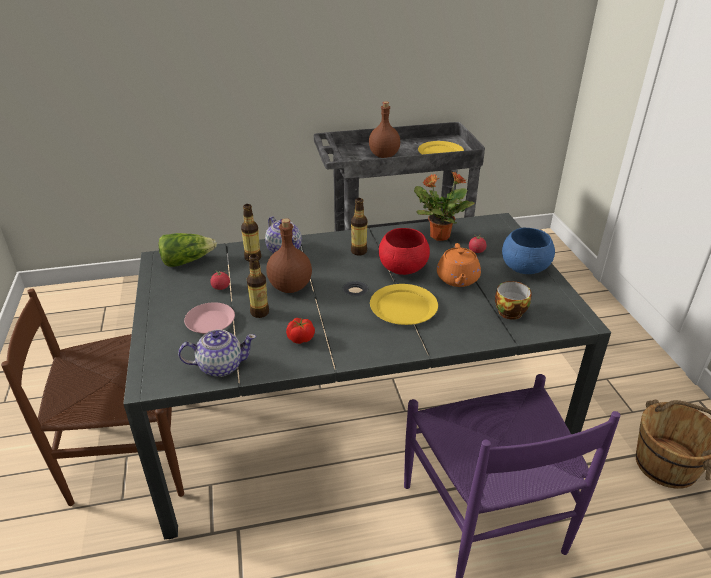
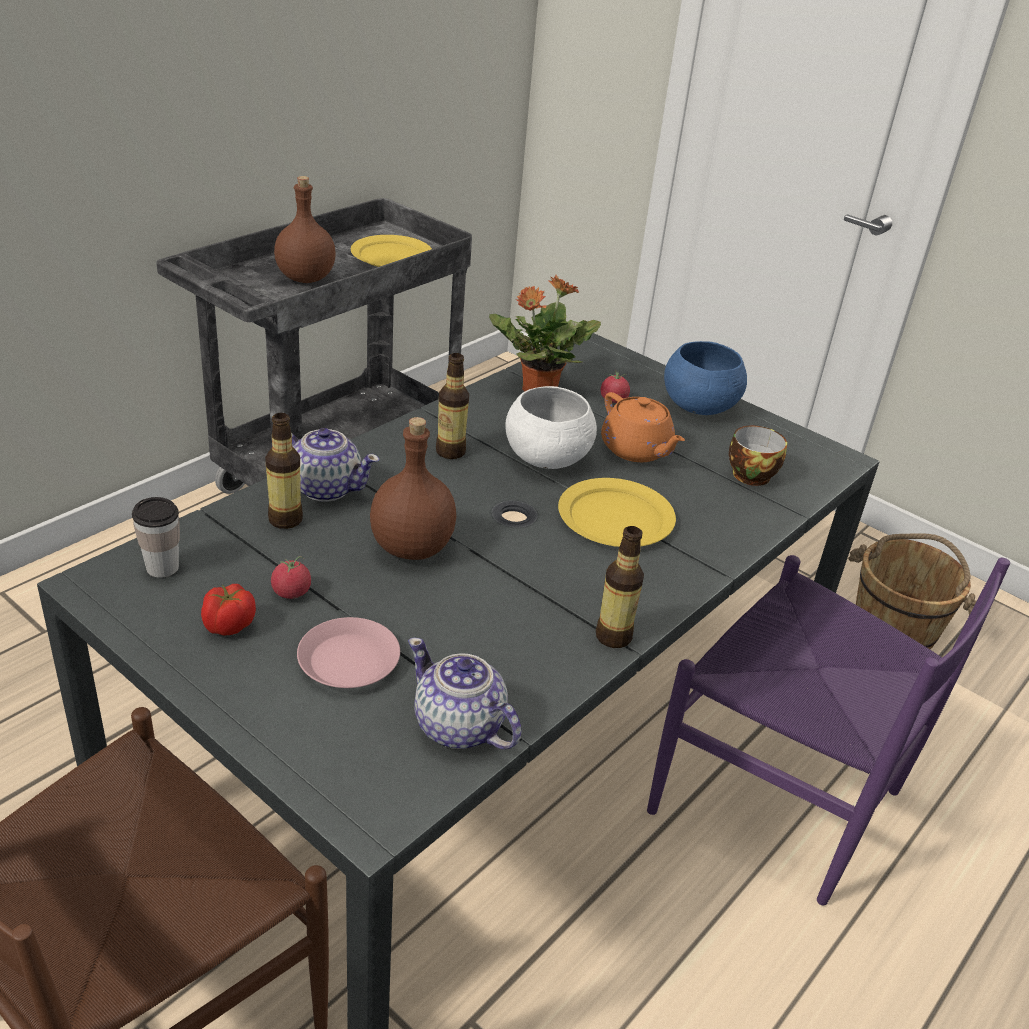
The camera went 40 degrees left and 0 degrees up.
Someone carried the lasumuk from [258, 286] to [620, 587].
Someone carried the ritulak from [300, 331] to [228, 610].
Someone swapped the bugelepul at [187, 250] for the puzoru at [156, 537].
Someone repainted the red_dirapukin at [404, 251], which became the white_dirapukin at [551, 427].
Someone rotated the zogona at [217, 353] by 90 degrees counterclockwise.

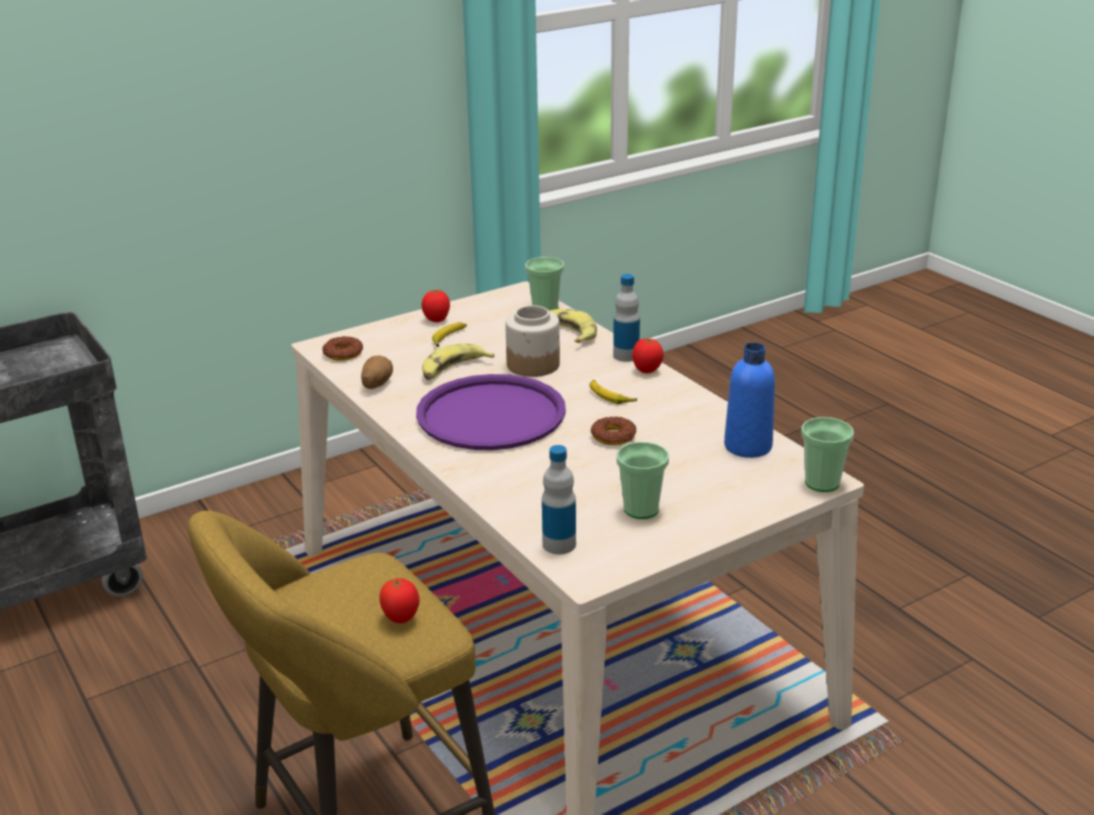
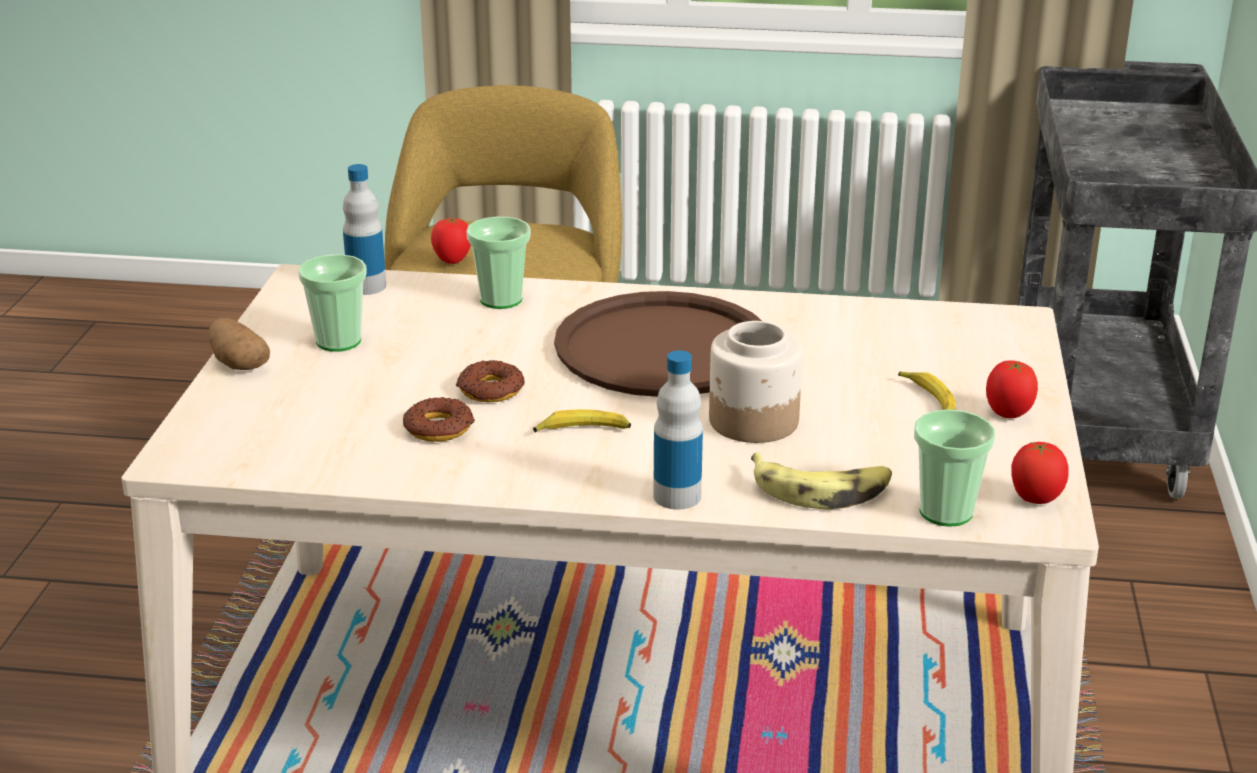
The camera went 130 degrees right and 0 degrees up.
Someone took away the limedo at [458, 362].
Someone took away the blue_lasumuk at [749, 400].
Someone carried the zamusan from [342, 348] to [439, 419].
Someone carried the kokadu from [377, 372] to [239, 344].
Someone carried the ritulak from [648, 355] to [1040, 472].
Someone carried the puzoru from [827, 454] to [498, 263].
Someone repainted the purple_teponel at [491, 412], which became the brown_teponel at [658, 344].

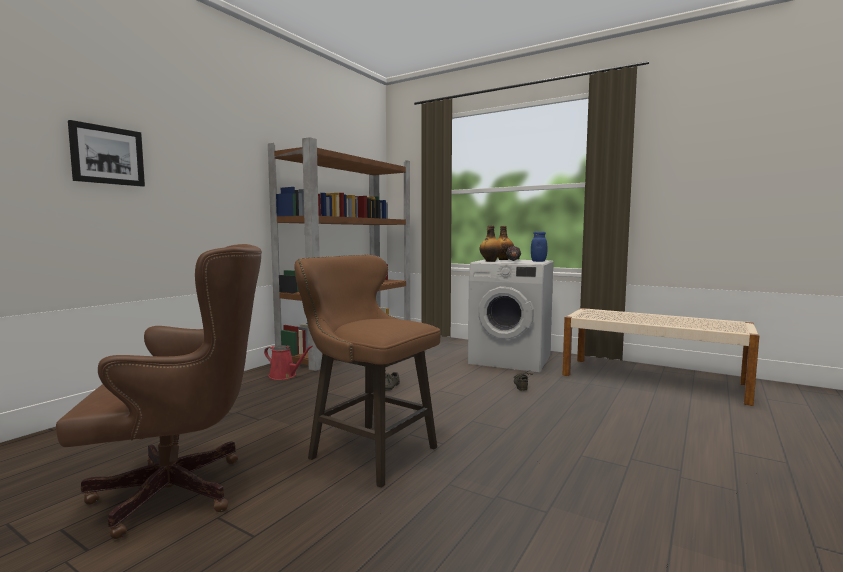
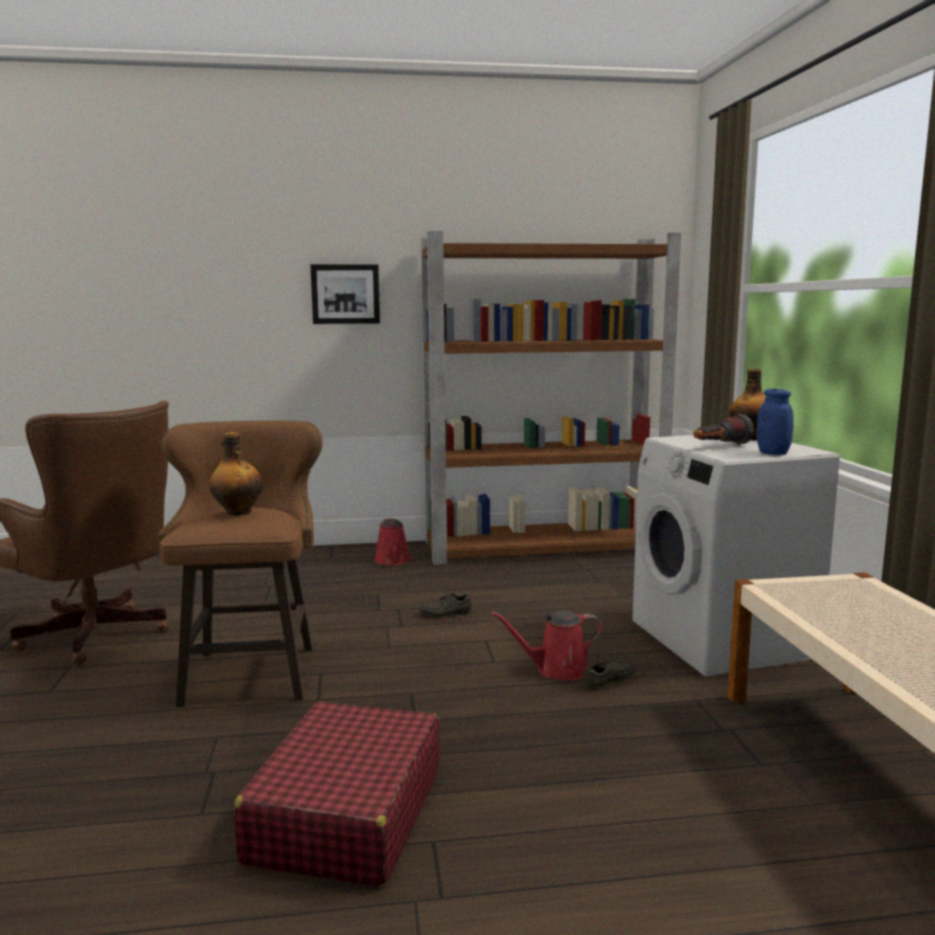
The camera went 50 degrees right and 5 degrees up.
Someone put down the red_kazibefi at [337, 794].
Someone put down the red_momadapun at [547, 645].
Someone carried the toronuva from [106, 153] to [345, 294].
Someone carried the lasumuk from [490, 243] to [236, 473].

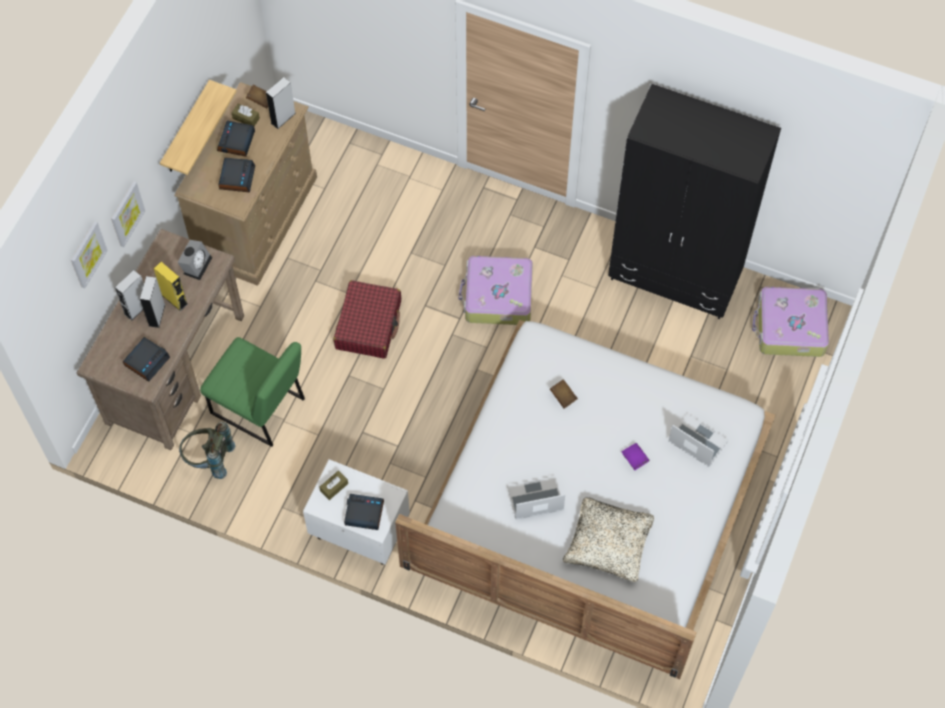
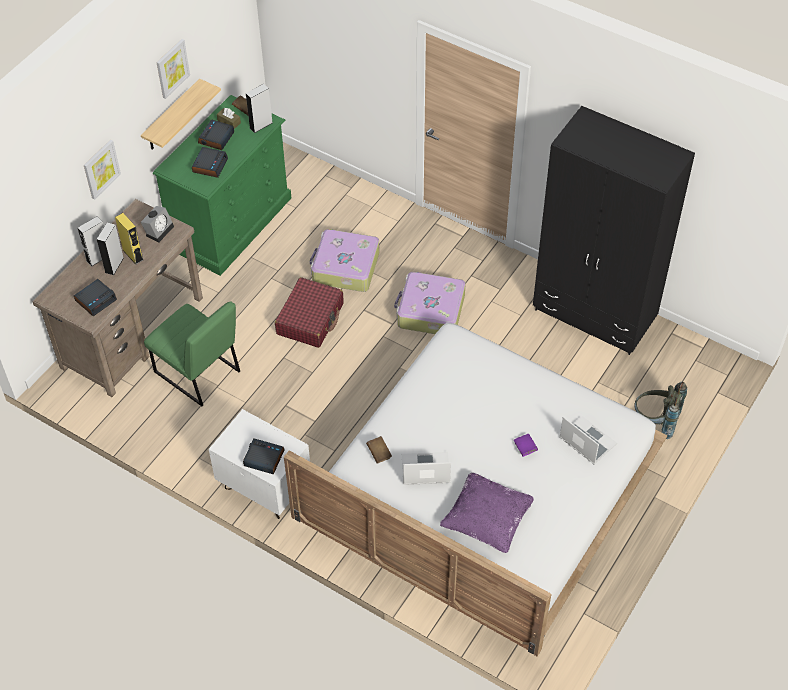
The camera went 10 degrees right and 10 degrees down.
Someone took away the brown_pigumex at [333, 485].
Someone carried the toronuva from [89, 255] to [173, 69].
Someone carried the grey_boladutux from [207, 450] to [660, 410].
Someone carried the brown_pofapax from [564, 394] to [379, 450].
Someone carried the kazibefi from [790, 322] to [344, 260].
Someone repainted the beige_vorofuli at [245, 184], which became the green_vorofuli at [222, 185].
Someone repainted the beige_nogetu at [608, 539], which became the purple_nogetu at [487, 513].

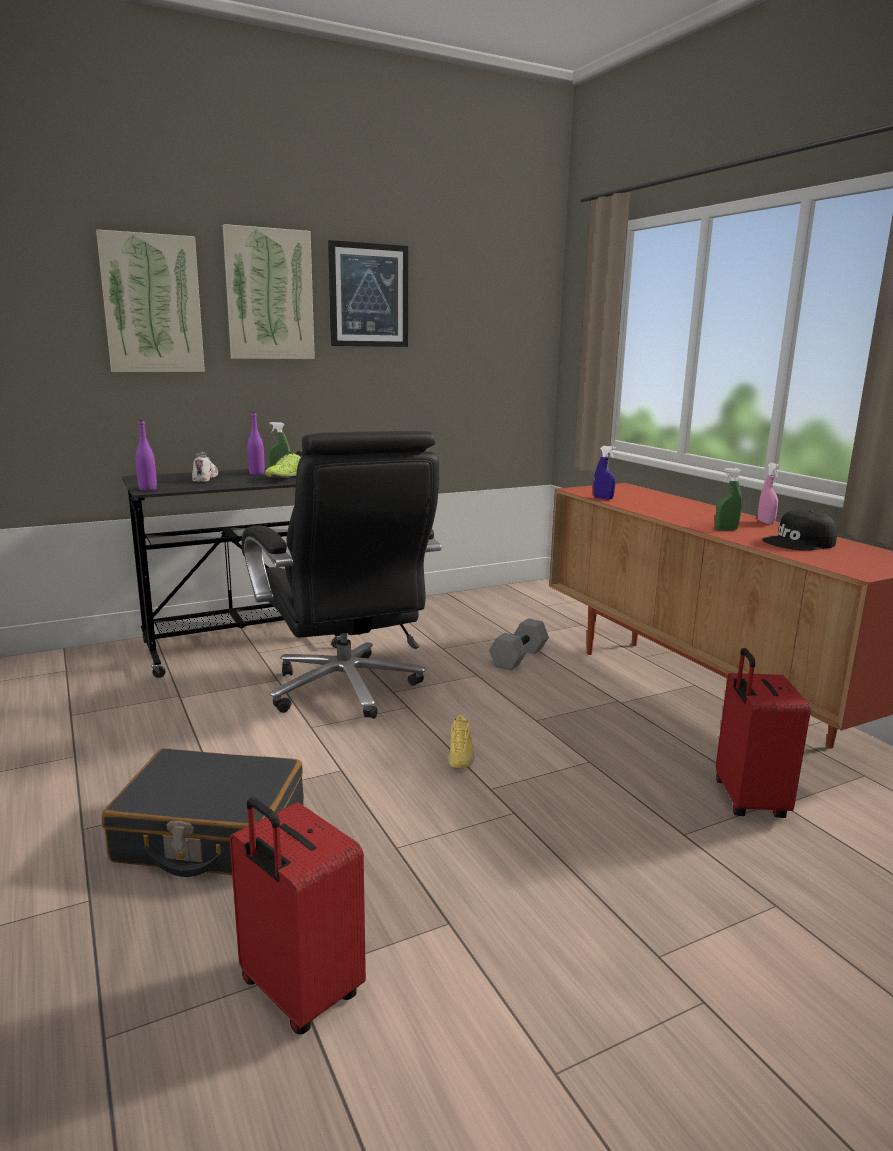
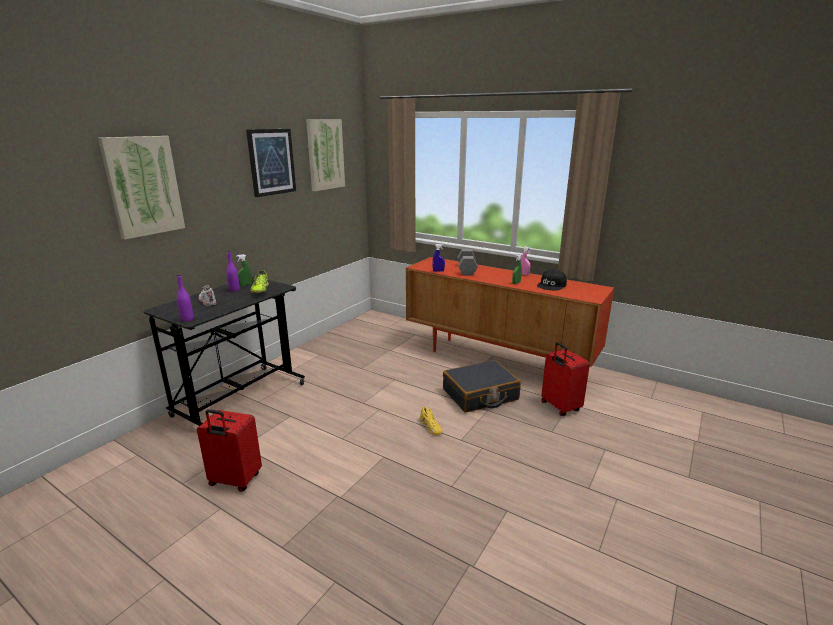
The camera went 30 degrees left and 5 degrees up.
Someone took away the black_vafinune at [341, 575].
Someone carried the black_kazibefi from [203, 812] to [482, 386].
Someone carried the toronuva from [269, 291] to [325, 155].
Someone carried the red_kazibefi from [297, 915] to [229, 450].
Someone carried the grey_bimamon from [519, 644] to [468, 262].

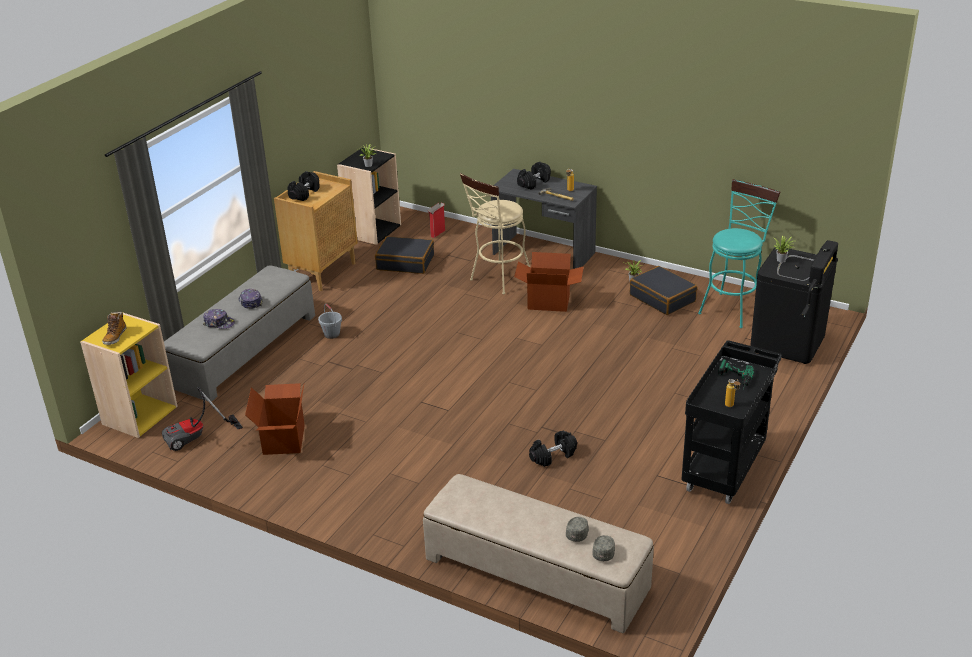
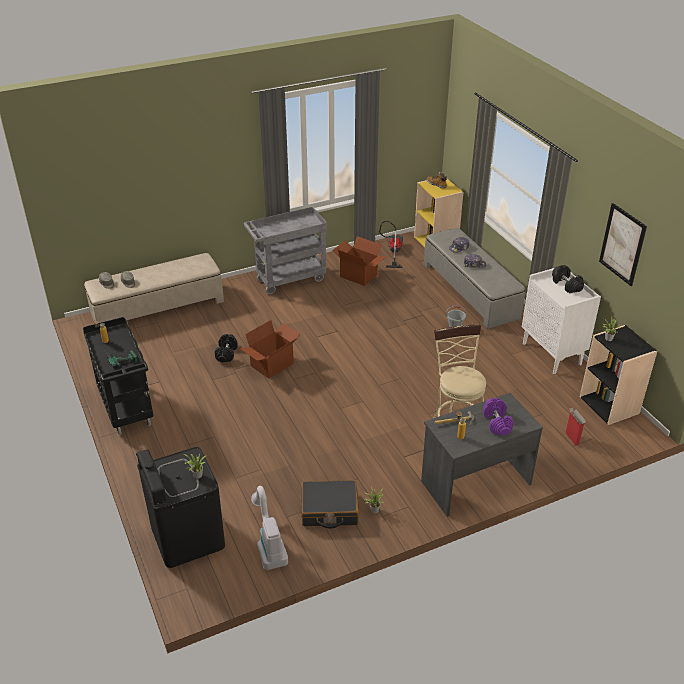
The camera went 125 degrees right and 5 degrees up.
Someone took away the black_kazibefi at [404, 255].
Someone put down the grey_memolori at [285, 250].
Someone put up the toronuva at [623, 244].
Someone carried the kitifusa from [549, 282] to [270, 349].
Someone swapped the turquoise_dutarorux at [739, 253] for the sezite at [269, 528].
Someone repainted the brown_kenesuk at [316, 231], which became the white_kenesuk at [561, 321].
Someone repainted the black_bimamon at [534, 176], which became the purple_bimamon at [498, 416].

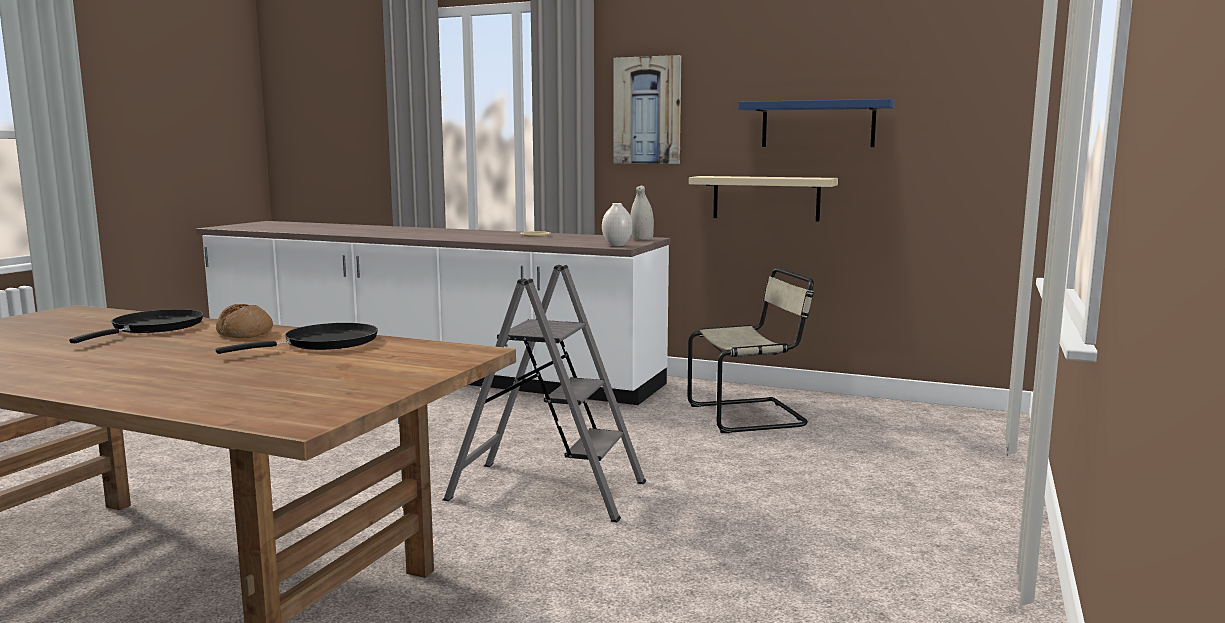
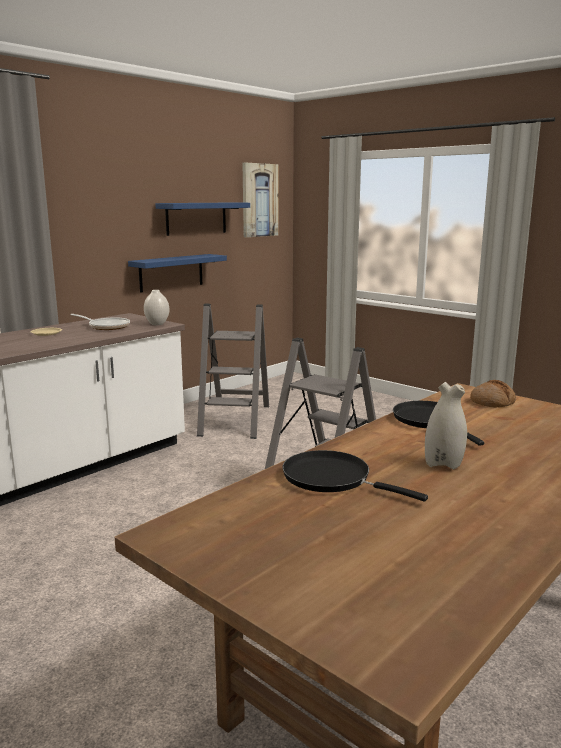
The camera went 70 degrees left and 5 degrees up.
Someone put down the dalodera at [100, 322].
Someone carried the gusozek from [244, 321] to [493, 393].
Someone carried the toronuva from [647, 109] to [260, 200].
Someone carried the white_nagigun from [642, 213] to [446, 426].
Someone swapped the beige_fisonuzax at [750, 350] for the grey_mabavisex at [233, 371].
Someone repainted the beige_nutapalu at [763, 199], which became the blue_nutapalu at [177, 273].

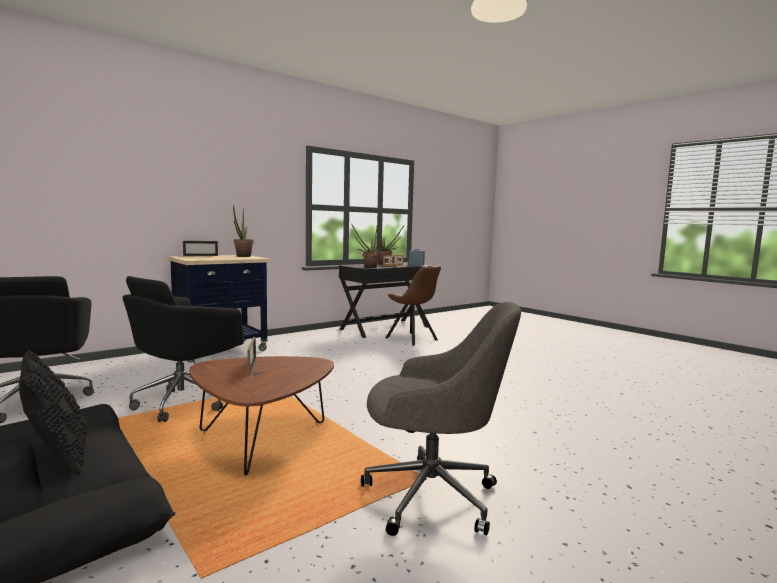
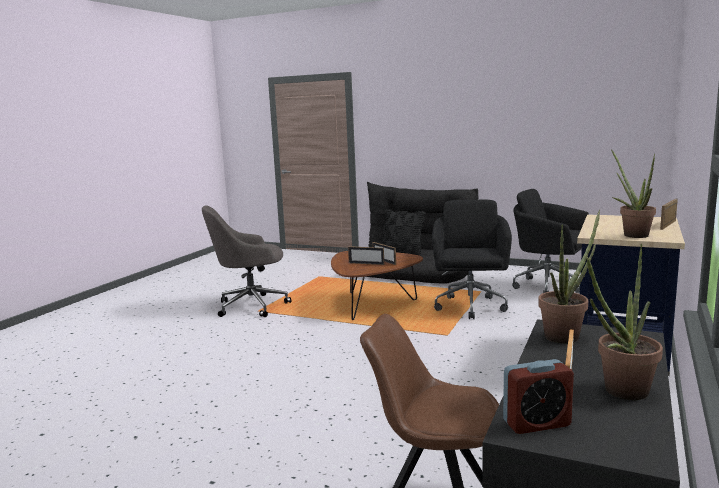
The camera went 155 degrees right and 5 degrees up.
Someone put down the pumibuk at [366, 255].

